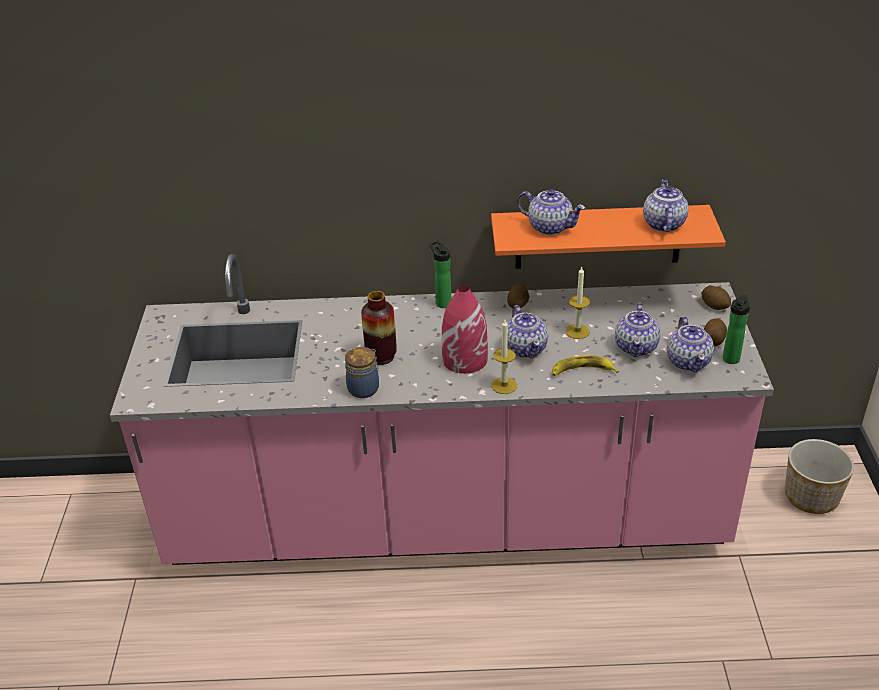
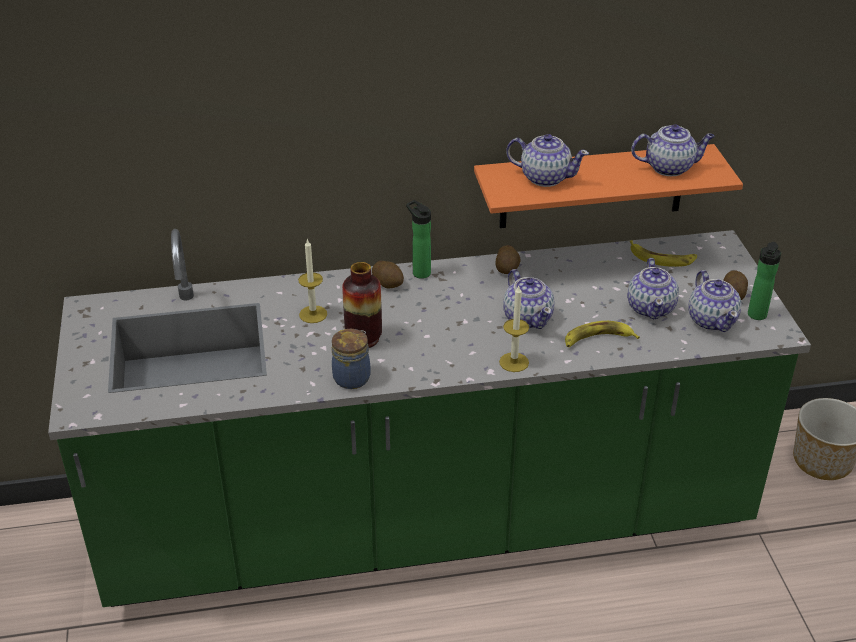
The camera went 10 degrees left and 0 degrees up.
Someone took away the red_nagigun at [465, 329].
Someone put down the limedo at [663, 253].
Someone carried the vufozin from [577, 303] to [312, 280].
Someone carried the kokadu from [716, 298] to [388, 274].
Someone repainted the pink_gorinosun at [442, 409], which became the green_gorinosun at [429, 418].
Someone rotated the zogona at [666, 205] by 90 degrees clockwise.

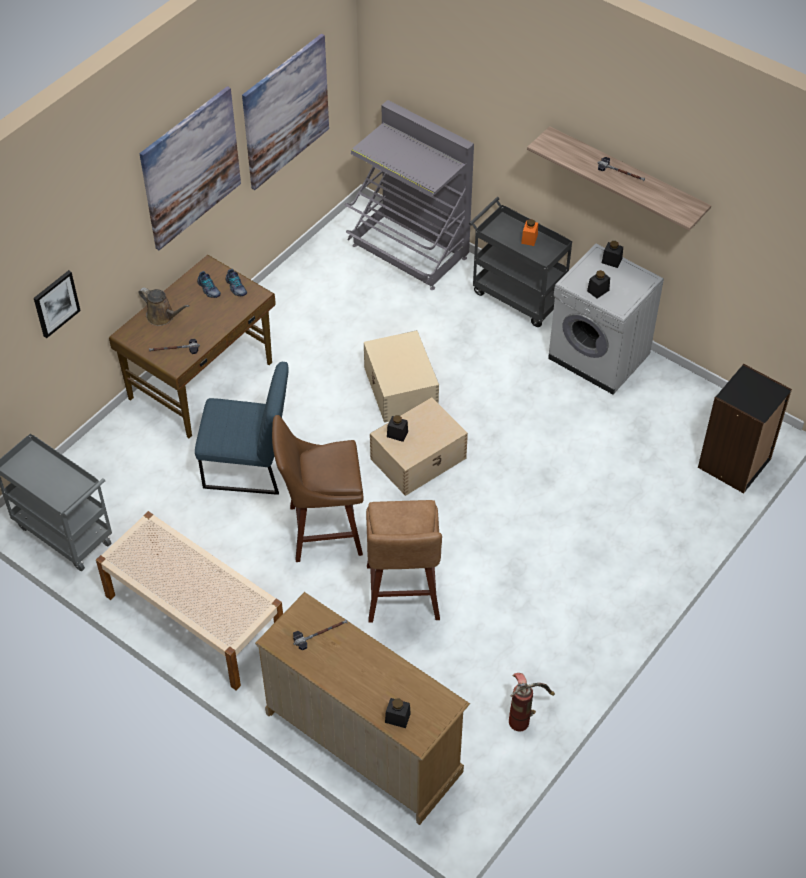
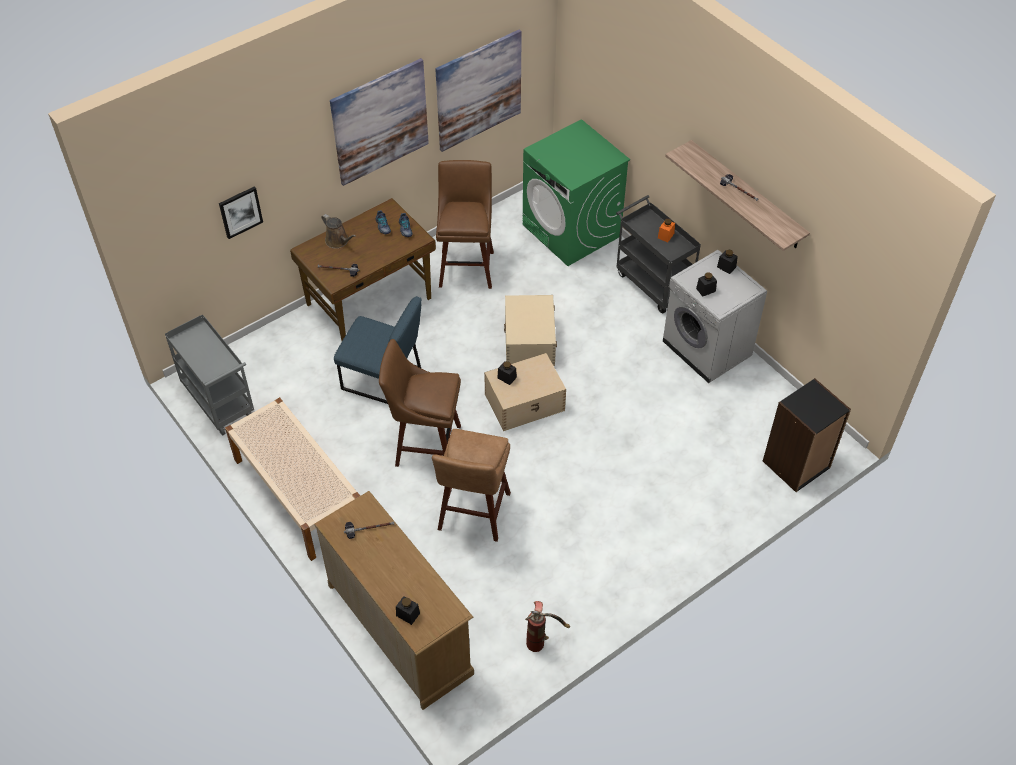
The camera went 15 degrees right and 0 degrees up.
Someone put down the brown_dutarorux at [465, 224].
Someone swapped the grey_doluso at [409, 195] for the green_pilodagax at [576, 192].

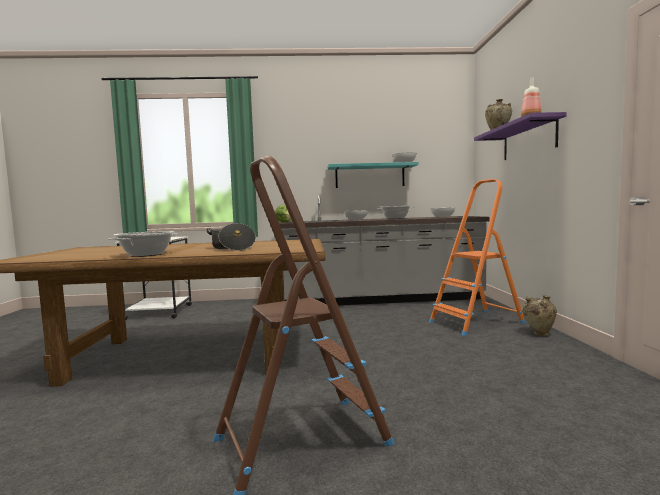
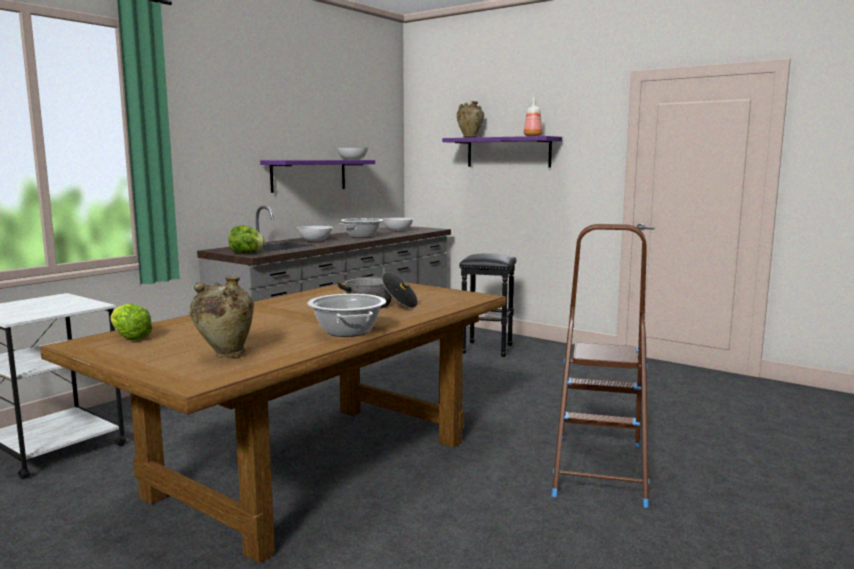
The camera went 50 degrees left and 5 degrees up.
Someone put down the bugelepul at [132, 322].
Someone carried the beige_nagigun from [539, 315] to [221, 317].
Someone swapped the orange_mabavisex at [477, 257] for the black_dutarorux at [488, 305].
Someone repainted the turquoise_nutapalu at [373, 175], which became the purple_nutapalu at [317, 176].

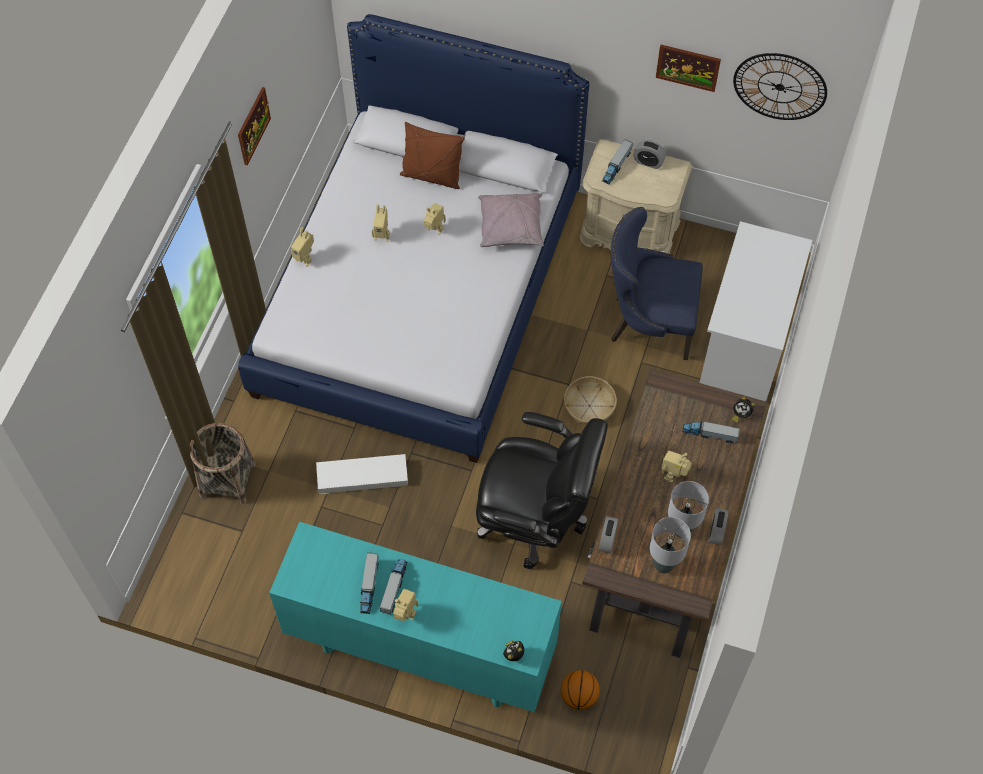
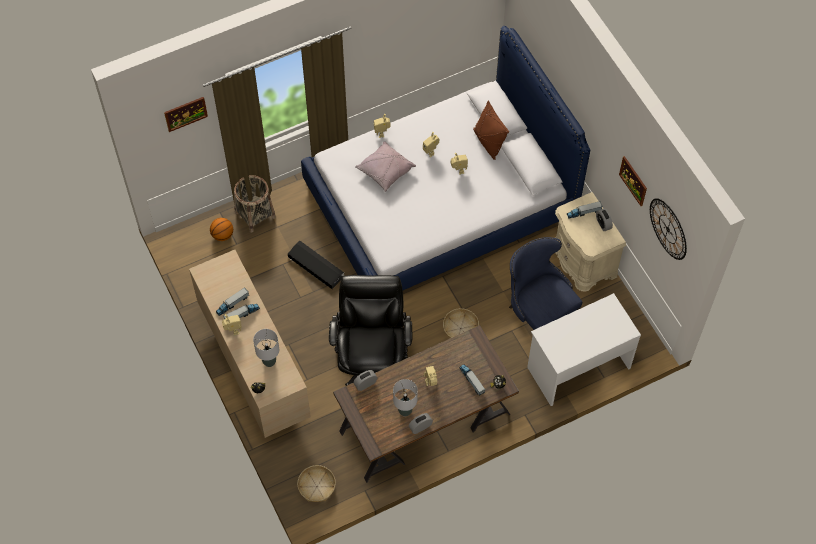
The camera went 45 degrees right and 0 degrees up.
Someone put down the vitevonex at [316, 483].
Someone carried the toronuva from [254, 126] to [186, 114].
Someone carried the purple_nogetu from [511, 220] to [385, 166].
Someone carried the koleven from [580, 690] to [221, 229].
Someone carried the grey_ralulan from [670, 545] to [266, 348].
Someone repainted the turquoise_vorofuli at [415, 617], which became the beige_vorofuli at [250, 344].
Someone repainted the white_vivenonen at [362, 474], which became the black_vivenonen at [316, 265].
Someone rotated the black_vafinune at [542, 490] by 150 degrees counterclockwise.

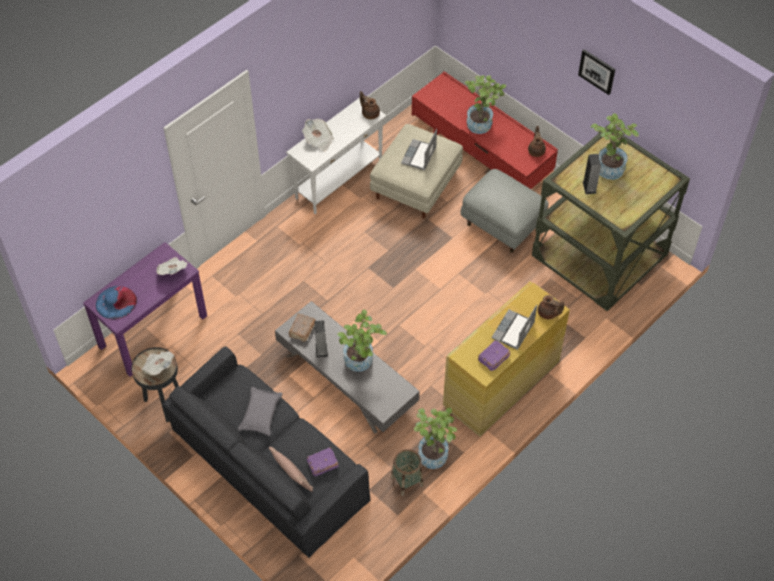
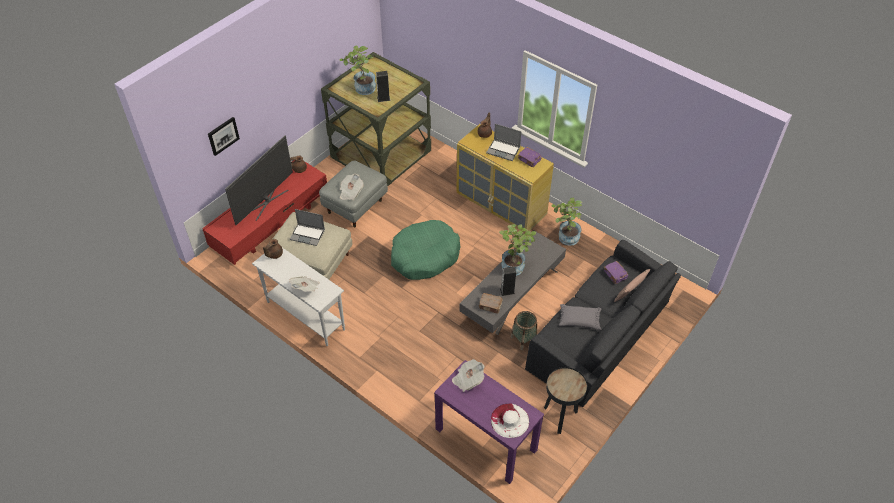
The camera went 95 degrees left and 5 degrees down.
Someone put down the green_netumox at [425, 250].
Someone carried the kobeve from [157, 363] to [352, 187].
Someone carried the vitevonex from [407, 472] to [524, 330].
Someone carried the toronuva from [596, 72] to [224, 136].
Someone swapped the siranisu at [485, 104] for the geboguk at [259, 180].
Someone repainted the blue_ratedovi at [116, 303], which became the white_ratedovi at [510, 421].

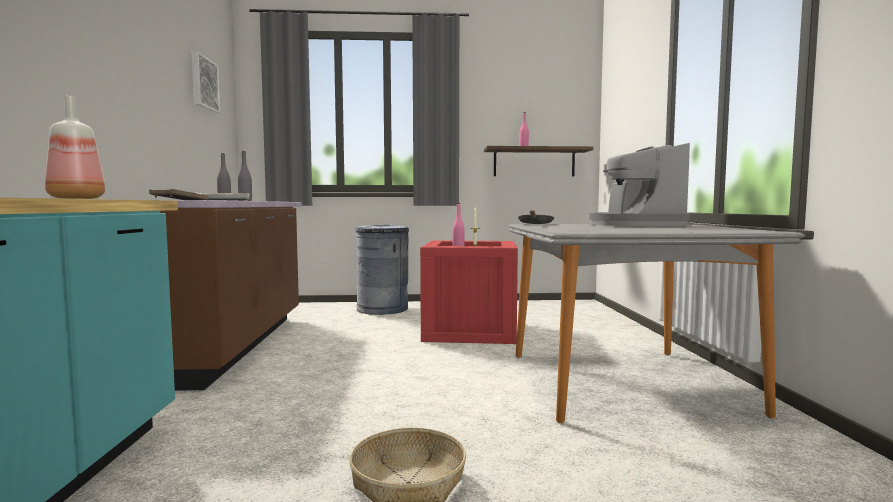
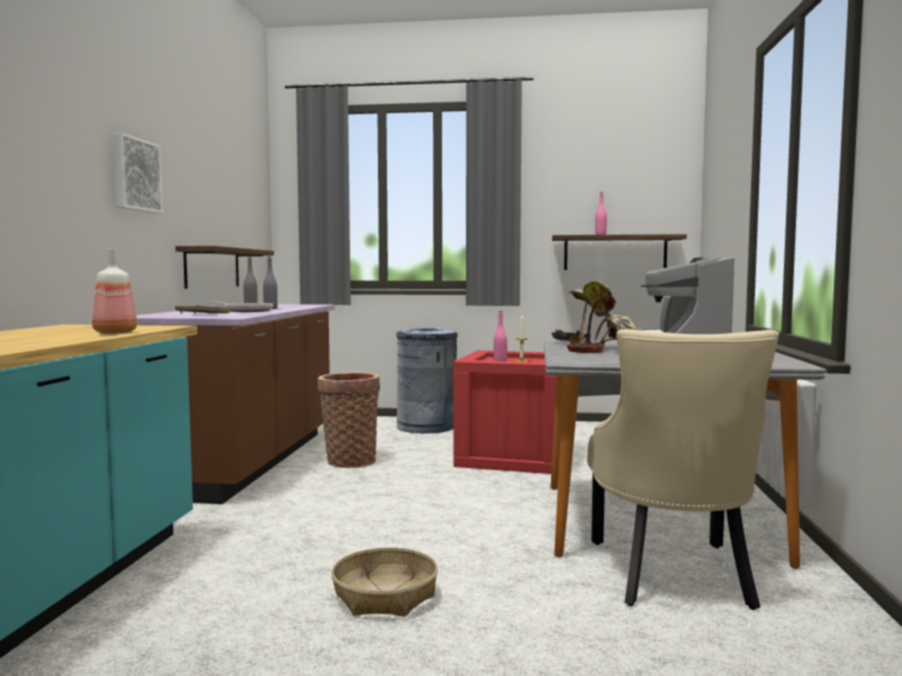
The camera went 10 degrees right and 0 degrees up.
Someone put up the nutapalu at [224, 267].
Someone put down the vitevonex at [349, 420].
Someone put down the siranisu at [602, 317].
Someone put down the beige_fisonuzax at [683, 469].
Someone carried the toronuva from [205, 82] to [138, 173].

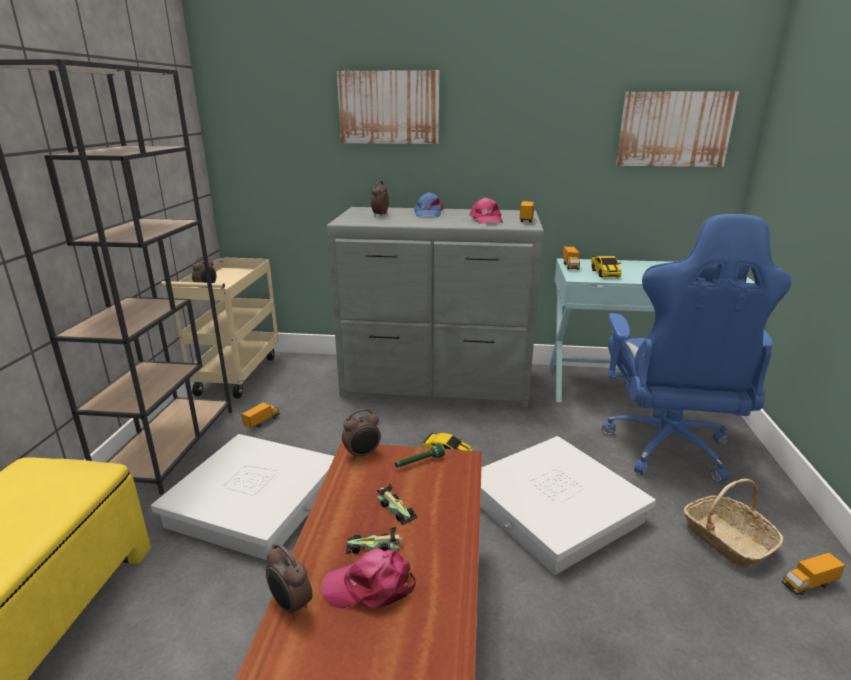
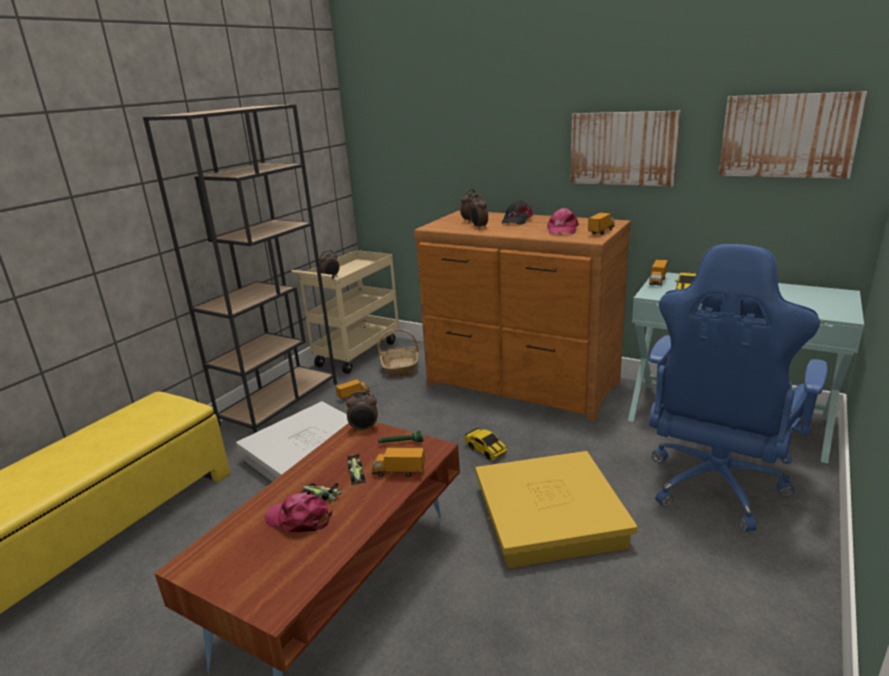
The camera went 25 degrees right and 0 degrees up.
Someone carried the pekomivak from [289, 581] to [479, 211].
Someone carried the toronuva from [388, 107] to [625, 148].
Someone carried the vitevonex from [734, 523] to [398, 353].
Someone carried the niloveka from [813, 574] to [398, 462].
Someone repainted the grey_vorofuli at [435, 307], which became the brown_vorofuli at [522, 315].
Someone repainted the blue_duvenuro at [429, 204], which became the black_duvenuro at [517, 212].
Someone repainted the white_vivenonen at [568, 505], which became the yellow_vivenonen at [557, 509].

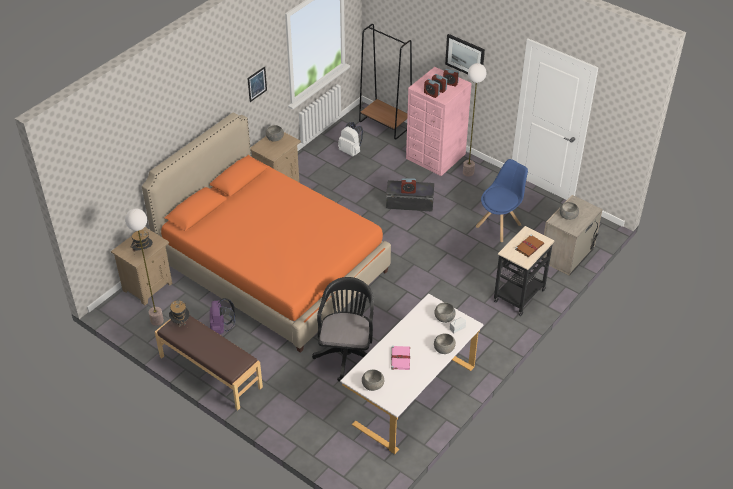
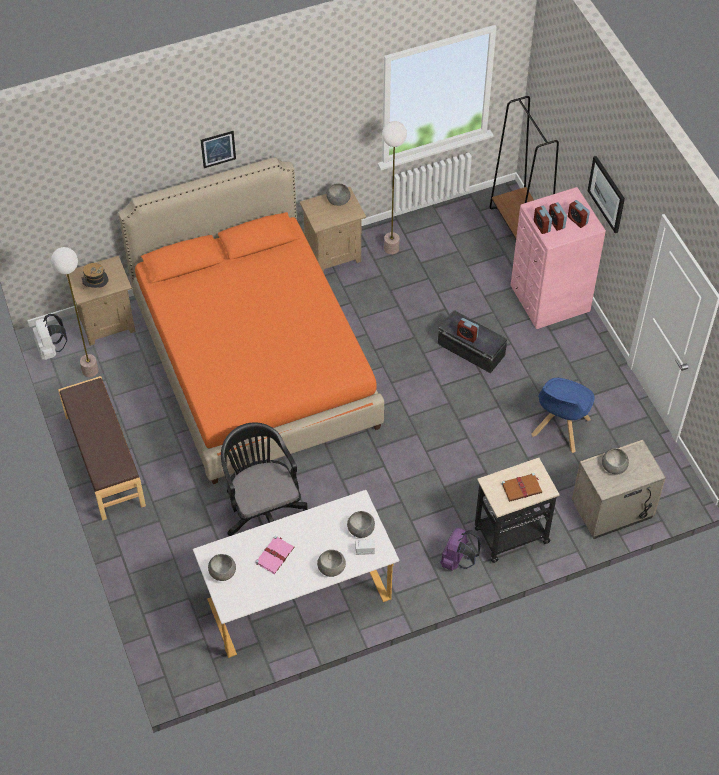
The camera went 30 degrees right and 10 degrees up.
Someone took away the ratedovi at [179, 314].
Someone carried the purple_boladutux from [222, 316] to [460, 549].
Someone carried the toronuva from [257, 84] to [218, 149].
Someone carried the white_boladutux from [350, 139] to [50, 337].
Someone carried the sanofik from [474, 120] to [394, 187].
Someone rotated the black_vafinune at [343, 329] by 60 degrees counterclockwise.
Someone rotated the blue_fisonuzax at [502, 200] by 135 degrees clockwise.

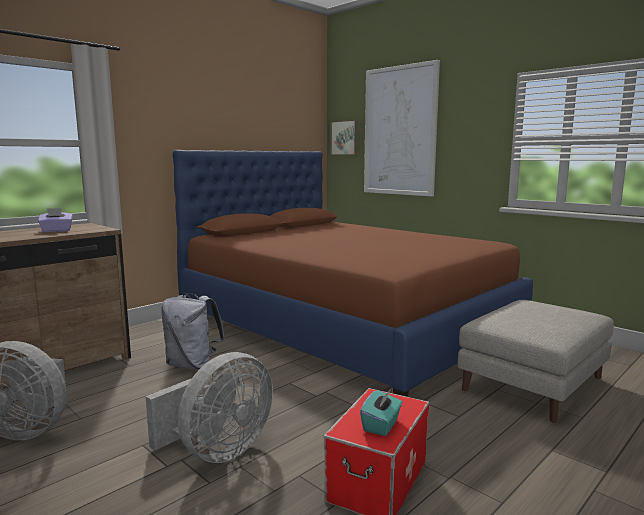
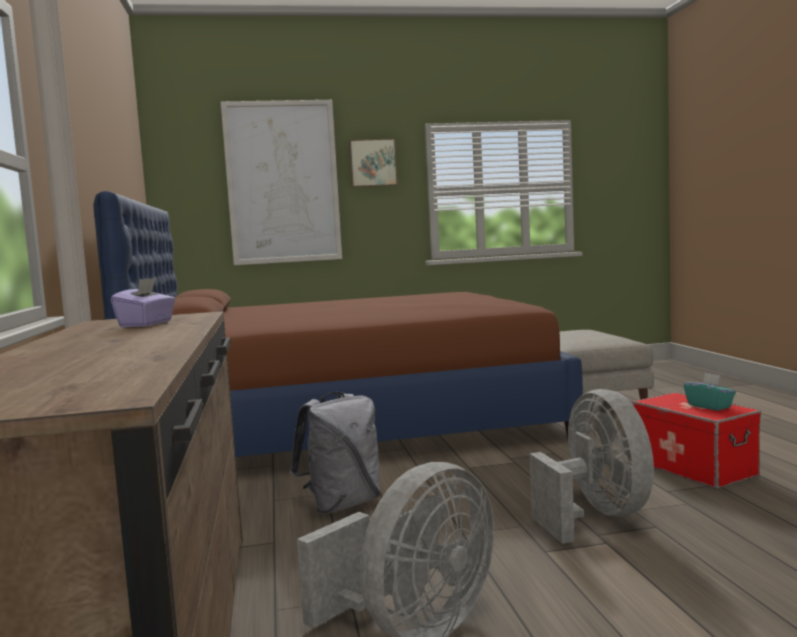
The camera went 55 degrees left and 5 degrees down.
Someone carried the toronuva from [344, 137] to [373, 162].

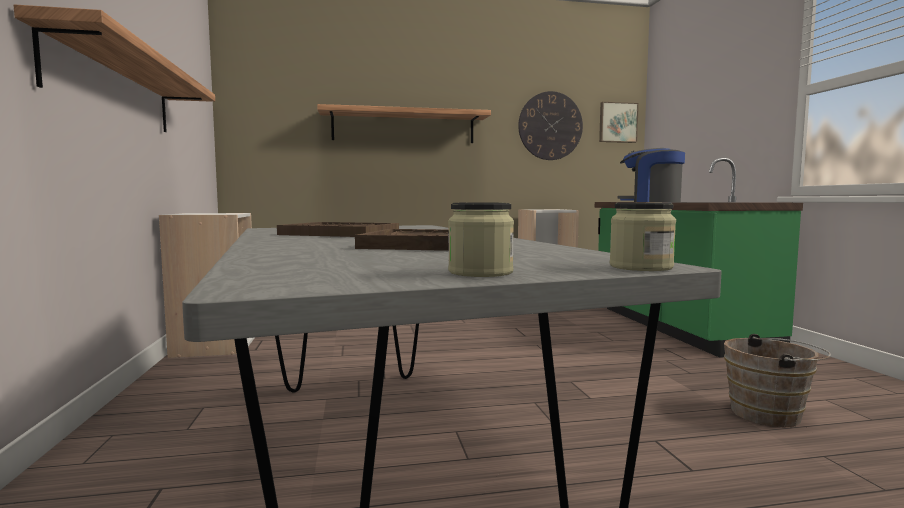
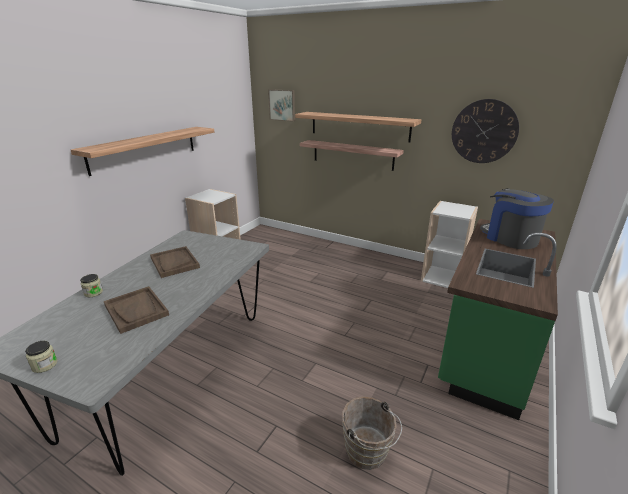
The camera went 40 degrees right and 20 degrees up.
Someone put up the nutapalu at [352, 155].
Someone carried the toronuva from [619, 122] to [281, 105].
Someone carried the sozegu from [642, 236] to [91, 285].

